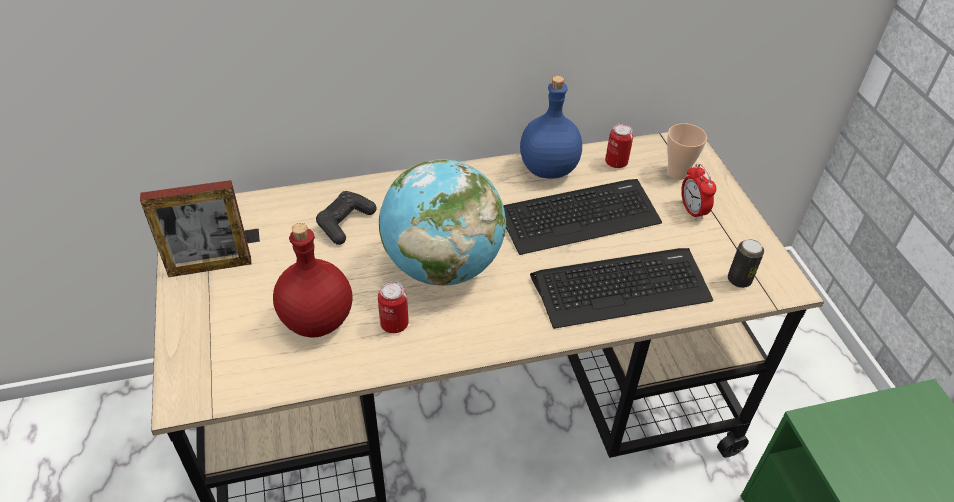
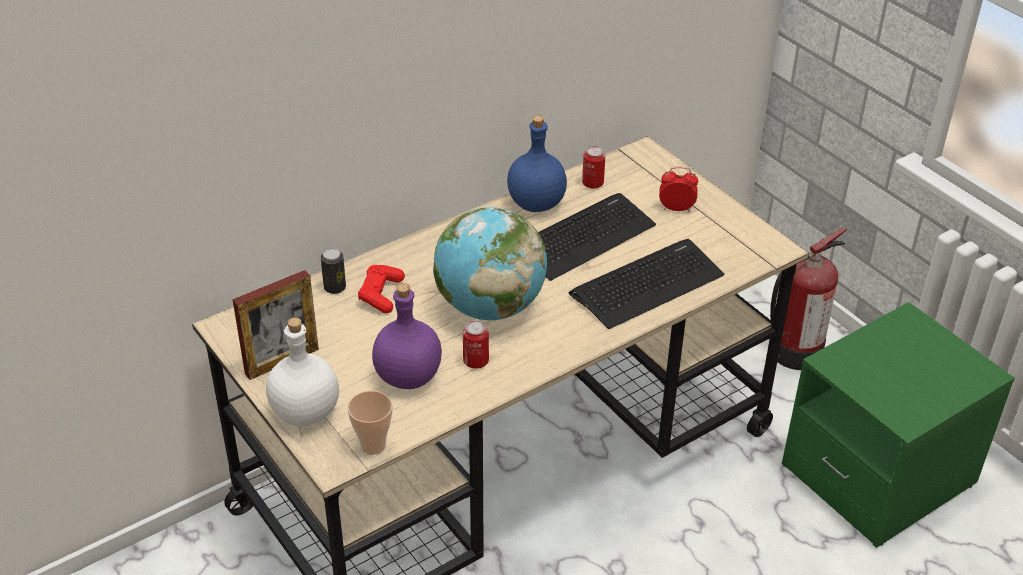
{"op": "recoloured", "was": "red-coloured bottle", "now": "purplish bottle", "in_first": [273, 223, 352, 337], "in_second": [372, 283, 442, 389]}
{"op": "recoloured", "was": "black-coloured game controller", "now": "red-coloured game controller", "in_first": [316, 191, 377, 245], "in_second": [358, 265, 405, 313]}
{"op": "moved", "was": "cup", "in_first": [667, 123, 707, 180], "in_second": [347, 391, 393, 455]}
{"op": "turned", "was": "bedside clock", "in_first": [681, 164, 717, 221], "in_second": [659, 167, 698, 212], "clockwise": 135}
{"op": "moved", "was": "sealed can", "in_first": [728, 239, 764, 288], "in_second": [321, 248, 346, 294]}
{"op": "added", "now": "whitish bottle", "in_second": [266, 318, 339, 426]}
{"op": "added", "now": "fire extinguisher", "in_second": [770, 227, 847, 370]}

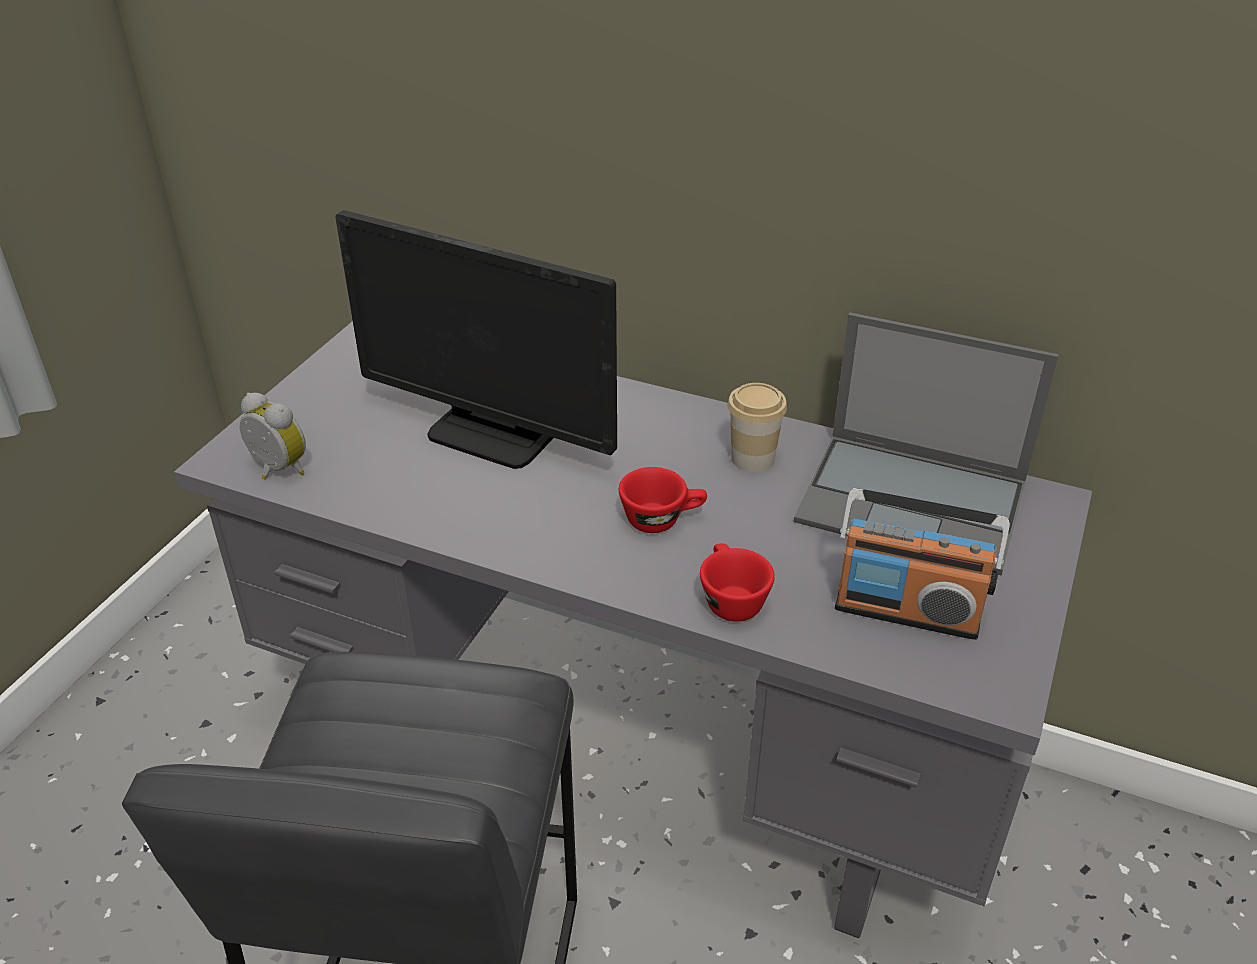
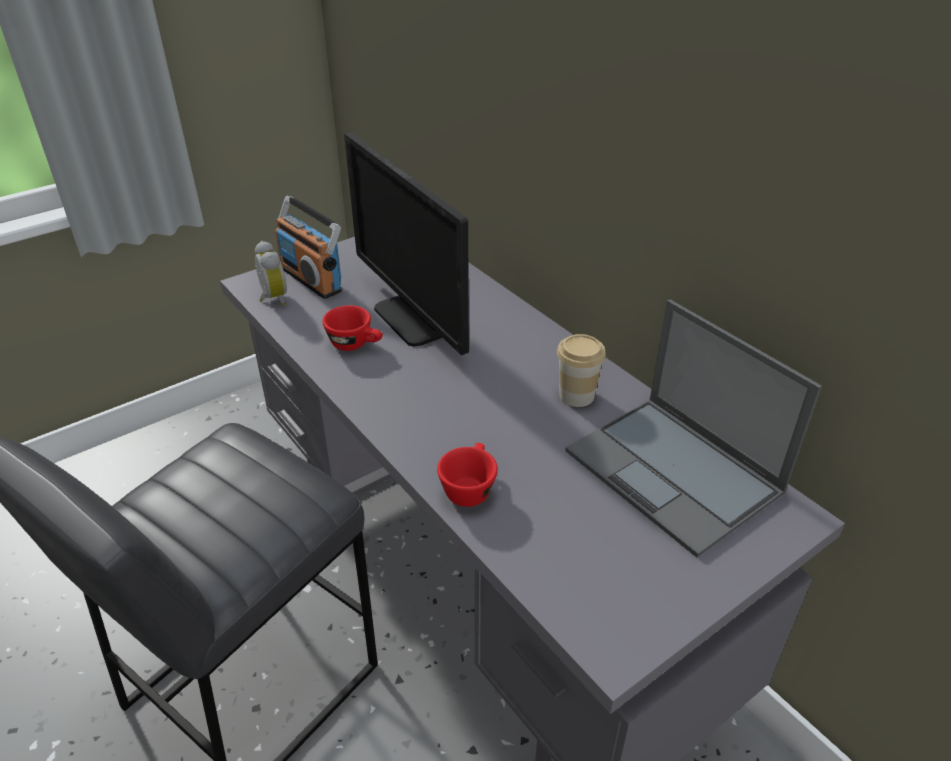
{"op": "moved", "was": "red-coloured cup", "in_first": [619, 467, 707, 533], "in_second": [322, 305, 383, 351]}
{"op": "moved", "was": "radio set", "in_first": [835, 488, 1010, 640], "in_second": [275, 196, 342, 299]}

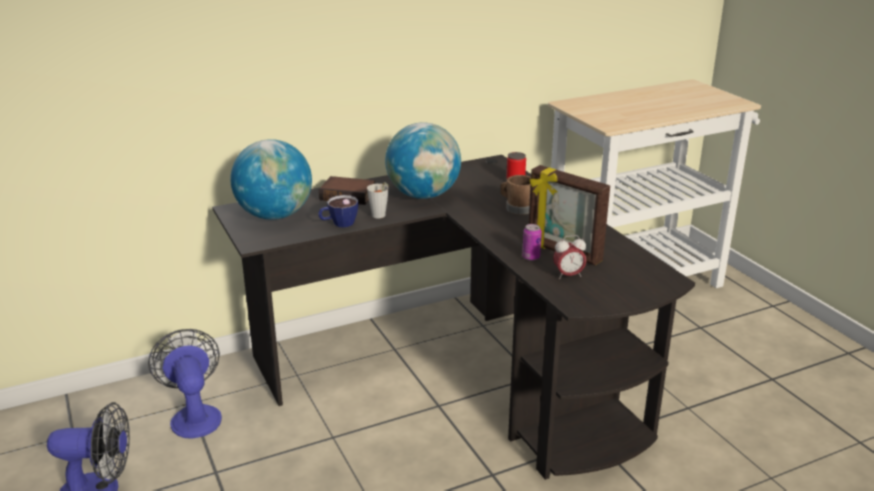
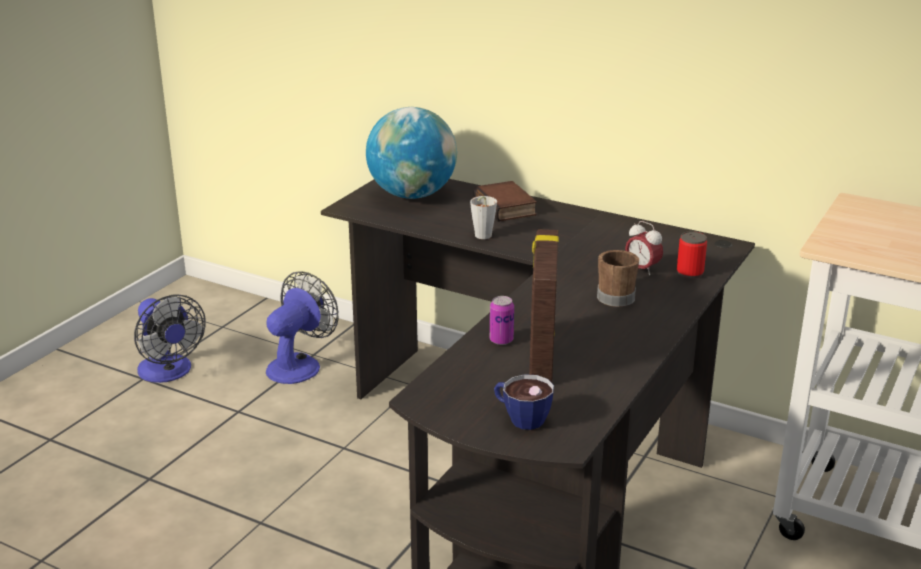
{"op": "moved", "was": "cup", "in_first": [318, 195, 358, 228], "in_second": [494, 374, 554, 430]}
{"op": "removed", "was": "desk globe", "in_first": [385, 122, 461, 199]}
{"op": "moved", "was": "bedside clock", "in_first": [553, 235, 586, 279], "in_second": [625, 221, 663, 276]}

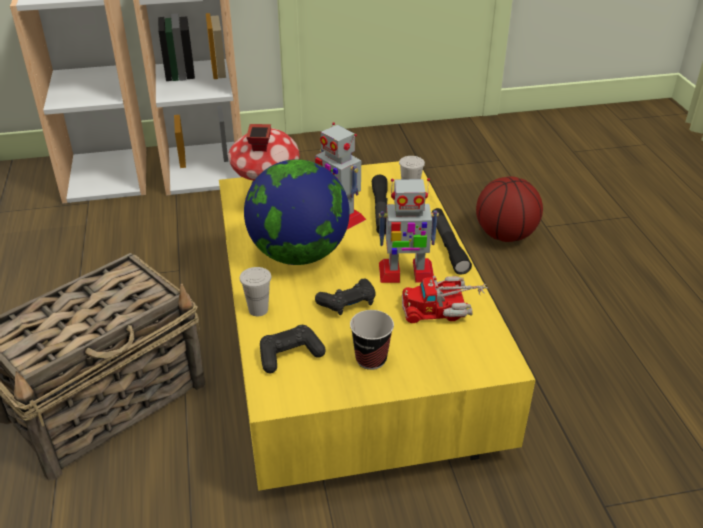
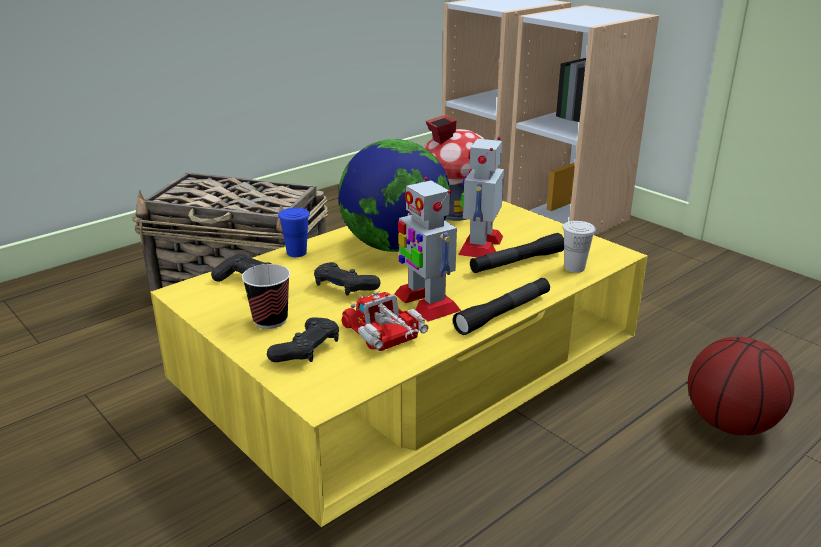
{"op": "recoloured", "was": "whitish cup", "now": "blue-coloured cup", "in_first": [240, 267, 271, 316], "in_second": [278, 208, 310, 257]}
{"op": "added", "now": "black-coloured game controller", "in_second": [267, 317, 339, 362]}

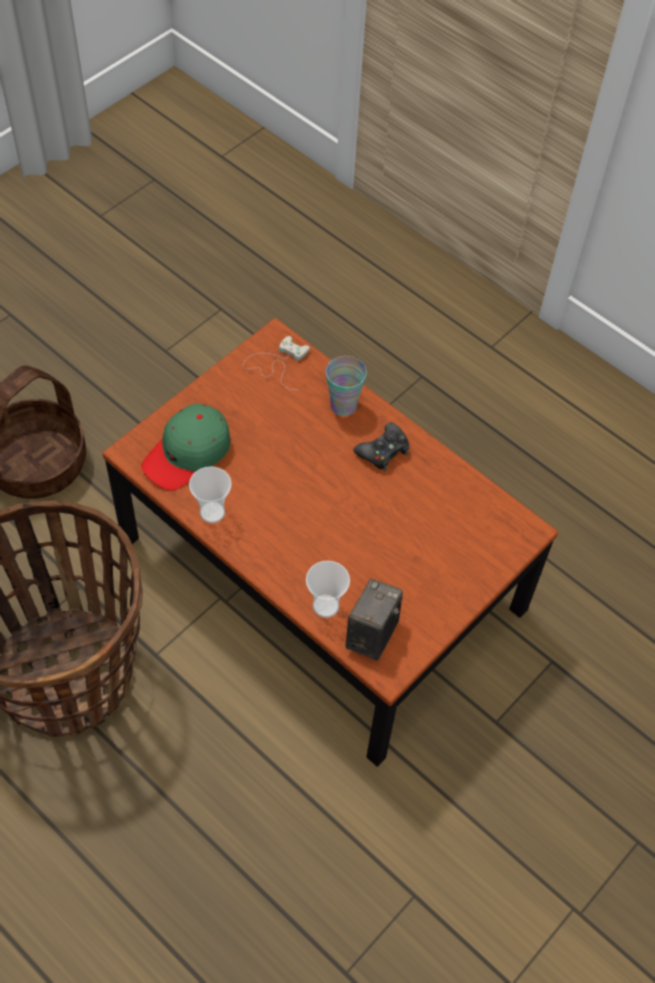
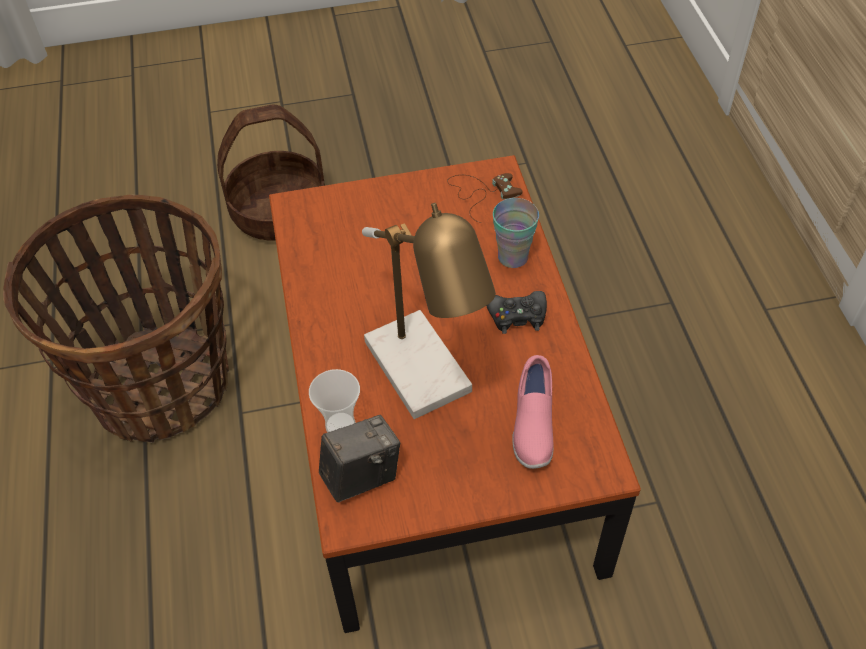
{"op": "removed", "was": "green cap", "in_first": [142, 403, 230, 491]}
{"op": "removed", "was": "cup", "in_first": [189, 466, 232, 523]}
{"op": "recoloured", "was": "whitish game controller", "now": "brown-coloured game controller", "in_first": [243, 336, 310, 390], "in_second": [447, 173, 523, 223]}
{"op": "added", "now": "table lamp", "in_second": [362, 203, 496, 419]}
{"op": "added", "now": "pink-coloured low shoe", "in_second": [512, 355, 554, 469]}

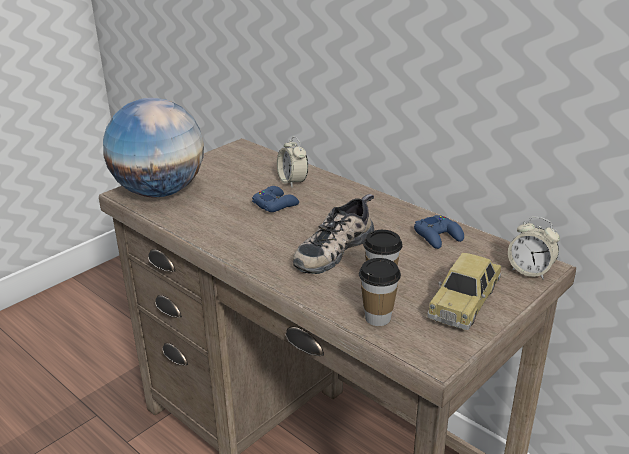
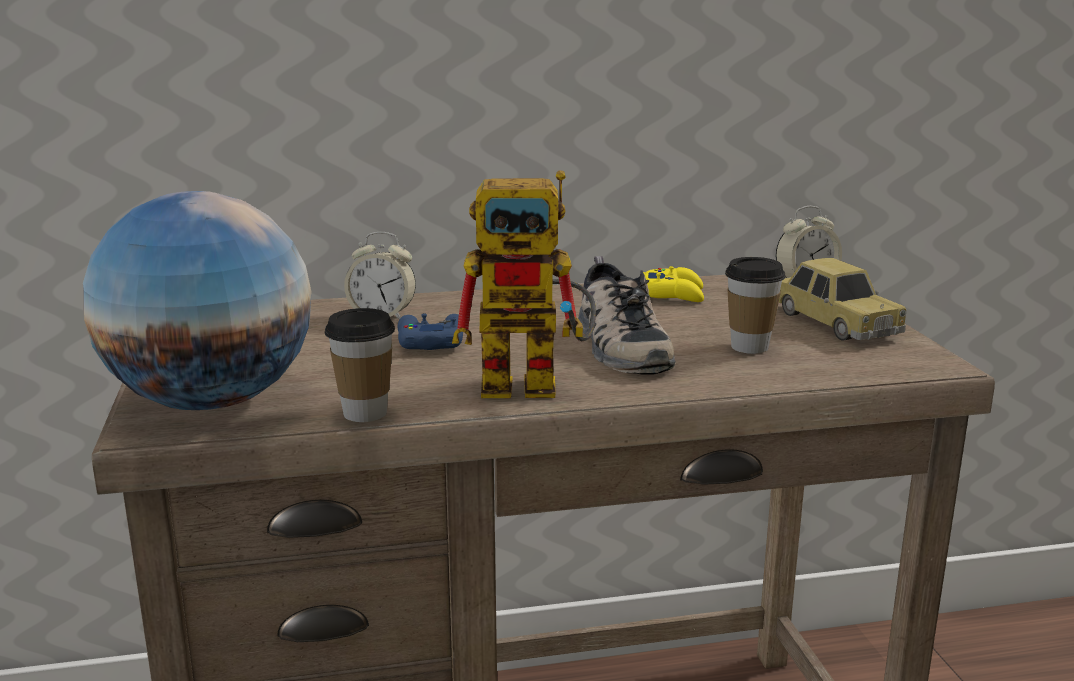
{"op": "moved", "was": "cup", "in_first": [359, 258, 401, 326], "in_second": [325, 308, 395, 422]}
{"op": "recoloured", "was": "blue-coloured game controller", "now": "yellow game controller", "in_first": [414, 215, 464, 249], "in_second": [643, 266, 704, 302]}
{"op": "added", "now": "robot figure", "in_second": [452, 170, 596, 398]}

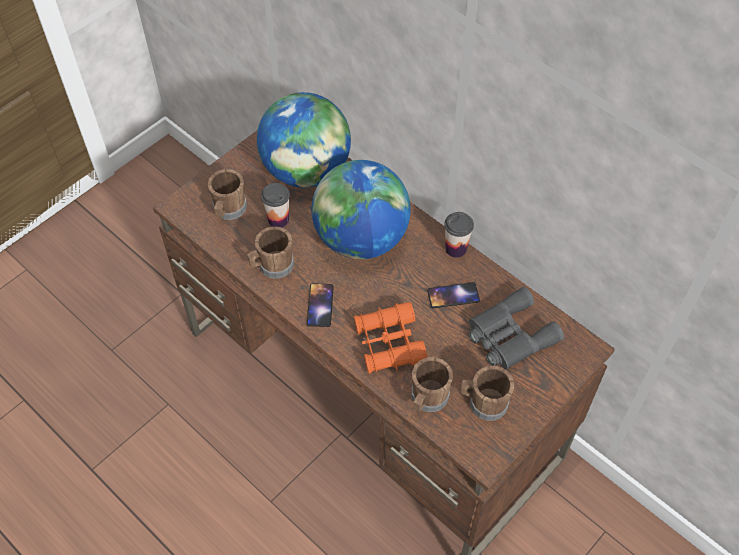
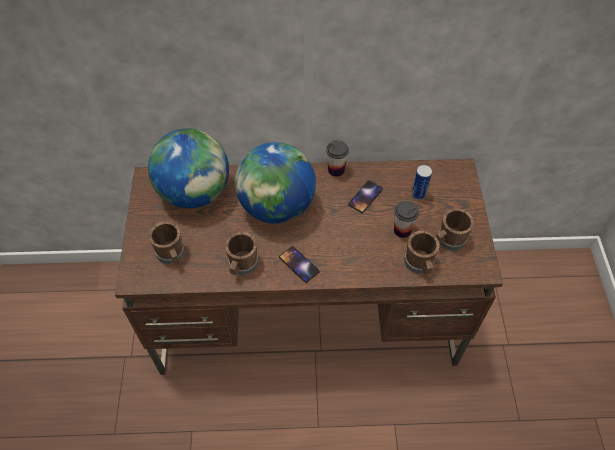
{"op": "moved", "was": "cup", "in_first": [261, 183, 290, 228], "in_second": [394, 201, 419, 238]}
{"op": "removed", "was": "orange-coloured field glasses", "in_first": [354, 302, 427, 374]}
{"op": "replaced", "was": "gray field glasses", "now": "sealed can", "in_first": [468, 287, 564, 369], "in_second": [411, 165, 432, 200]}

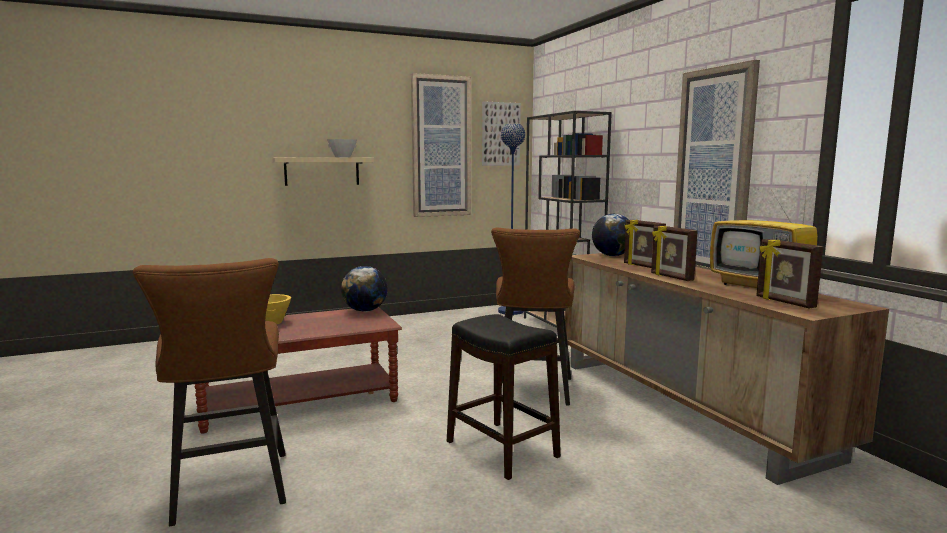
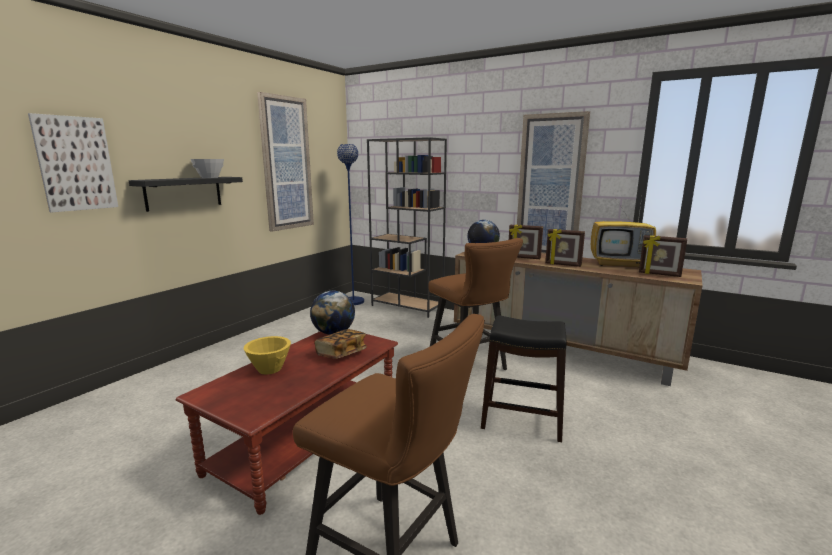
{"op": "recoloured", "was": "beige shelf", "now": "black-coloured shelf", "in_first": [272, 157, 374, 186], "in_second": [129, 177, 243, 212]}
{"op": "moved", "was": "wall picture", "in_first": [482, 101, 521, 166], "in_second": [28, 113, 118, 212]}
{"op": "added", "now": "book", "in_second": [315, 329, 367, 359]}

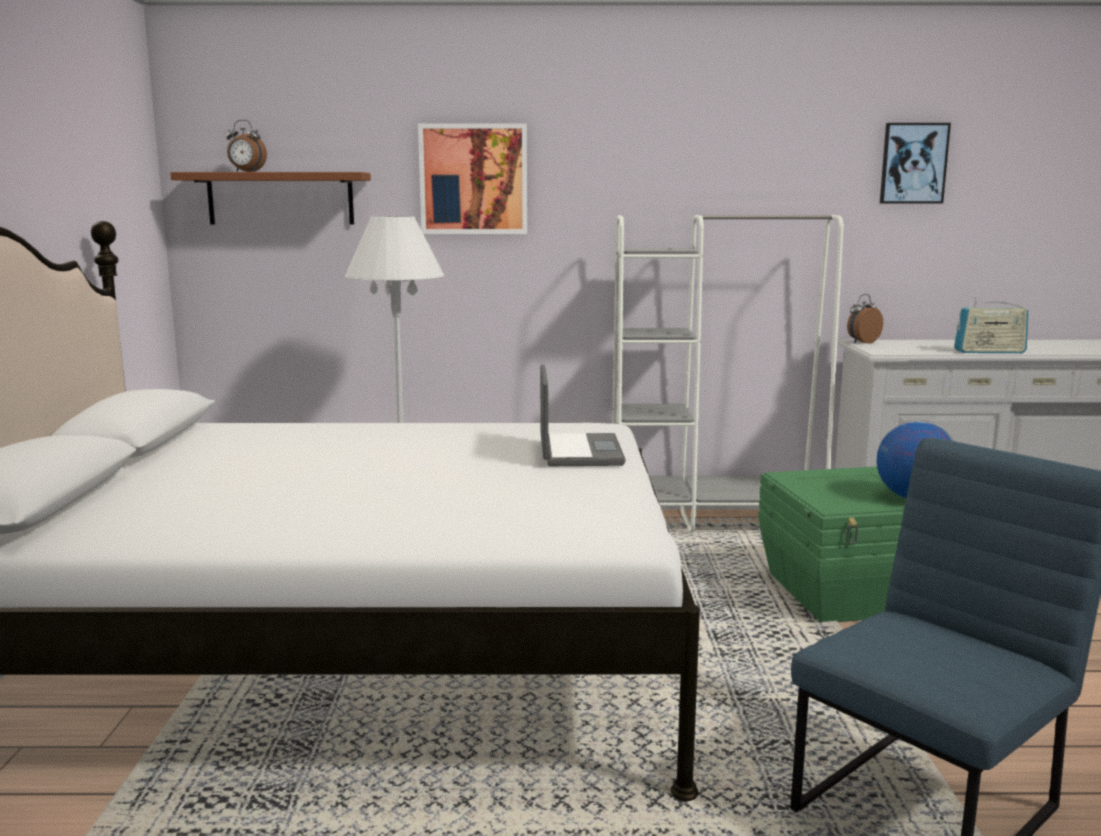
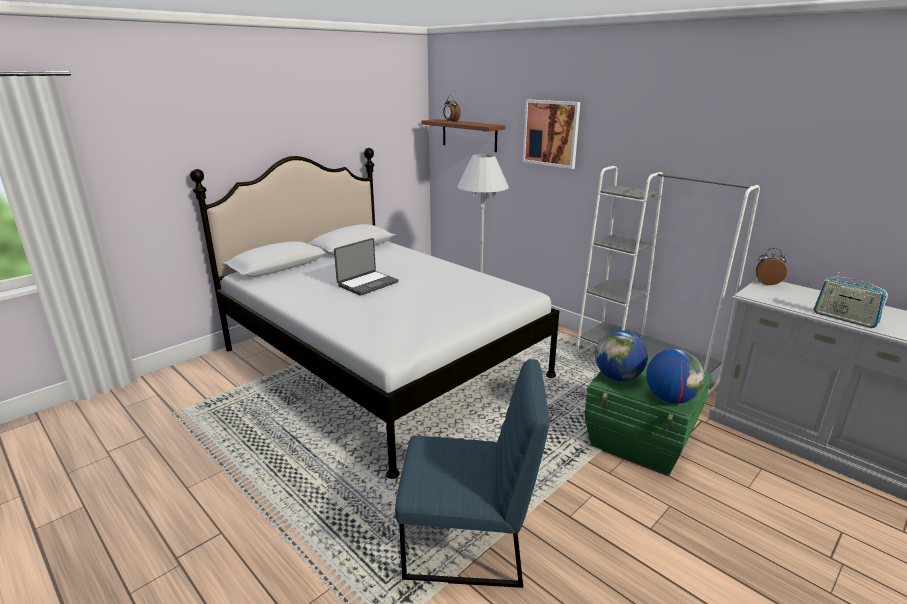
{"op": "moved", "was": "laptop", "in_first": [540, 365, 626, 466], "in_second": [334, 238, 398, 296]}
{"op": "removed", "was": "wall picture", "in_first": [880, 123, 951, 204]}
{"op": "added", "now": "desk globe", "in_second": [595, 330, 648, 381]}

